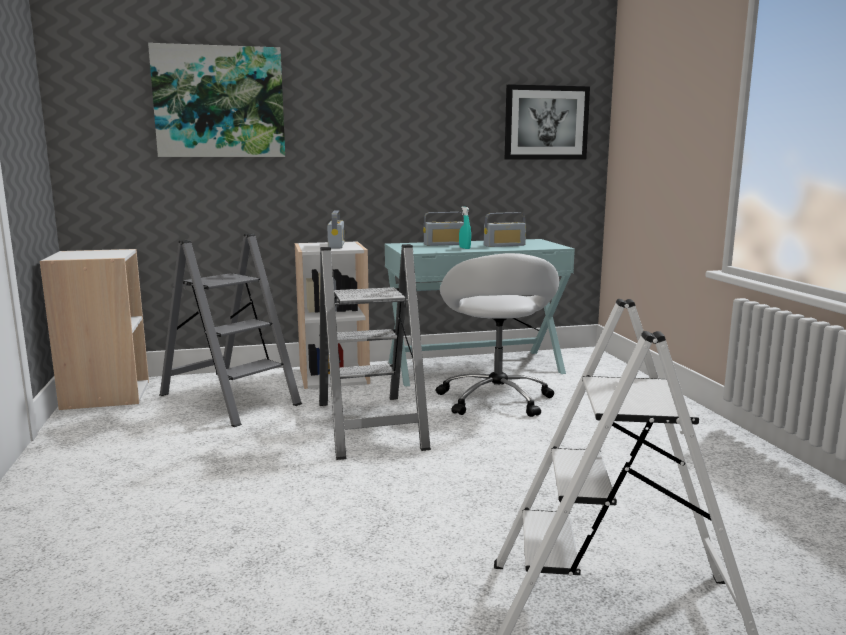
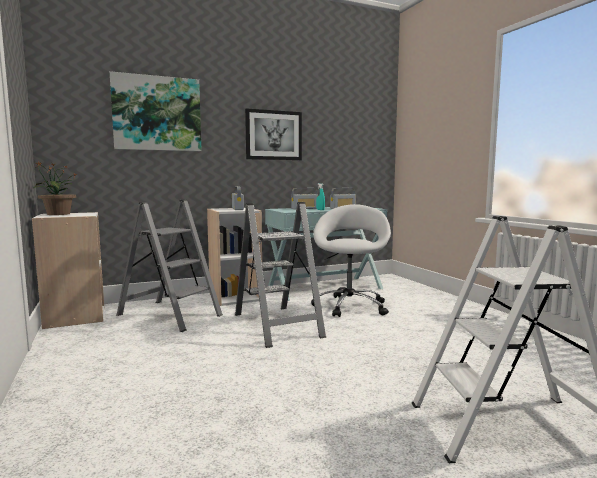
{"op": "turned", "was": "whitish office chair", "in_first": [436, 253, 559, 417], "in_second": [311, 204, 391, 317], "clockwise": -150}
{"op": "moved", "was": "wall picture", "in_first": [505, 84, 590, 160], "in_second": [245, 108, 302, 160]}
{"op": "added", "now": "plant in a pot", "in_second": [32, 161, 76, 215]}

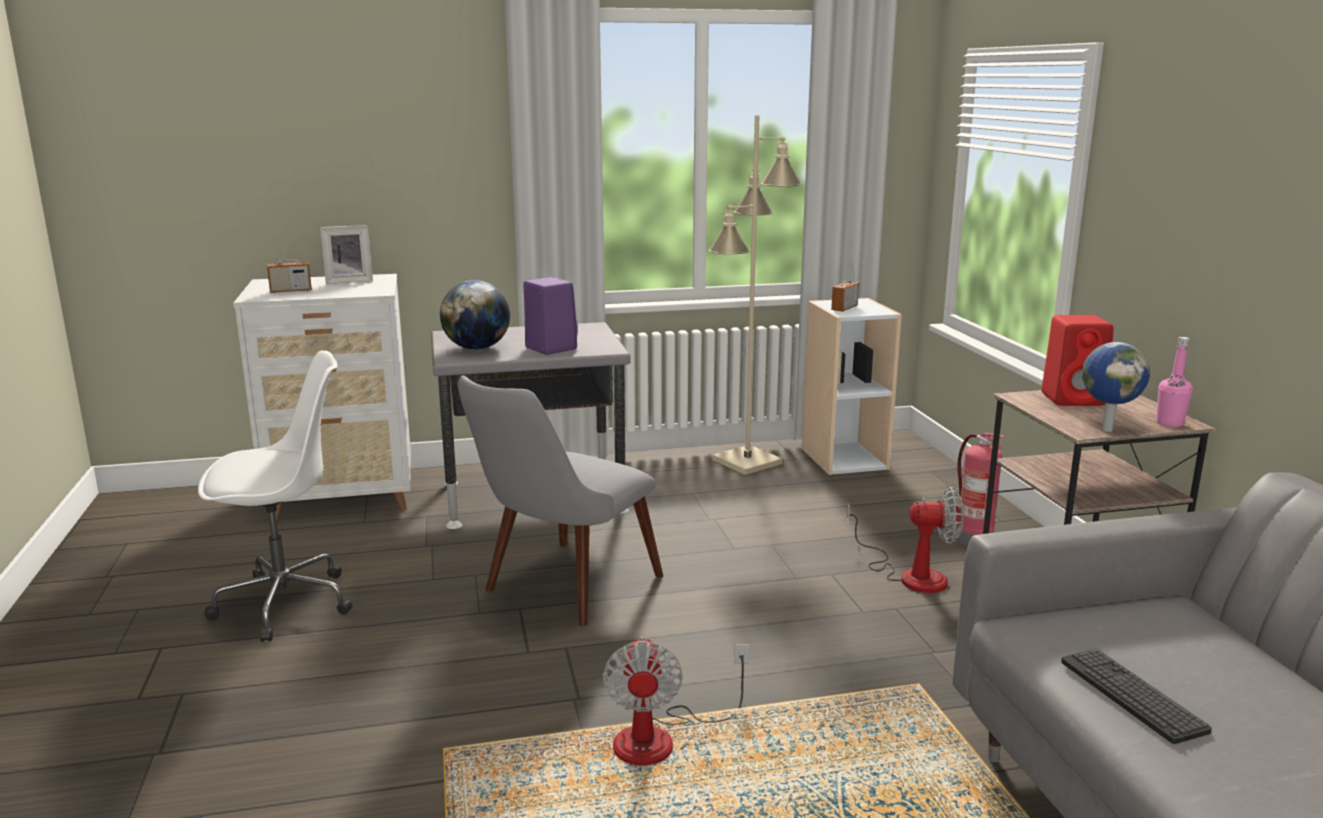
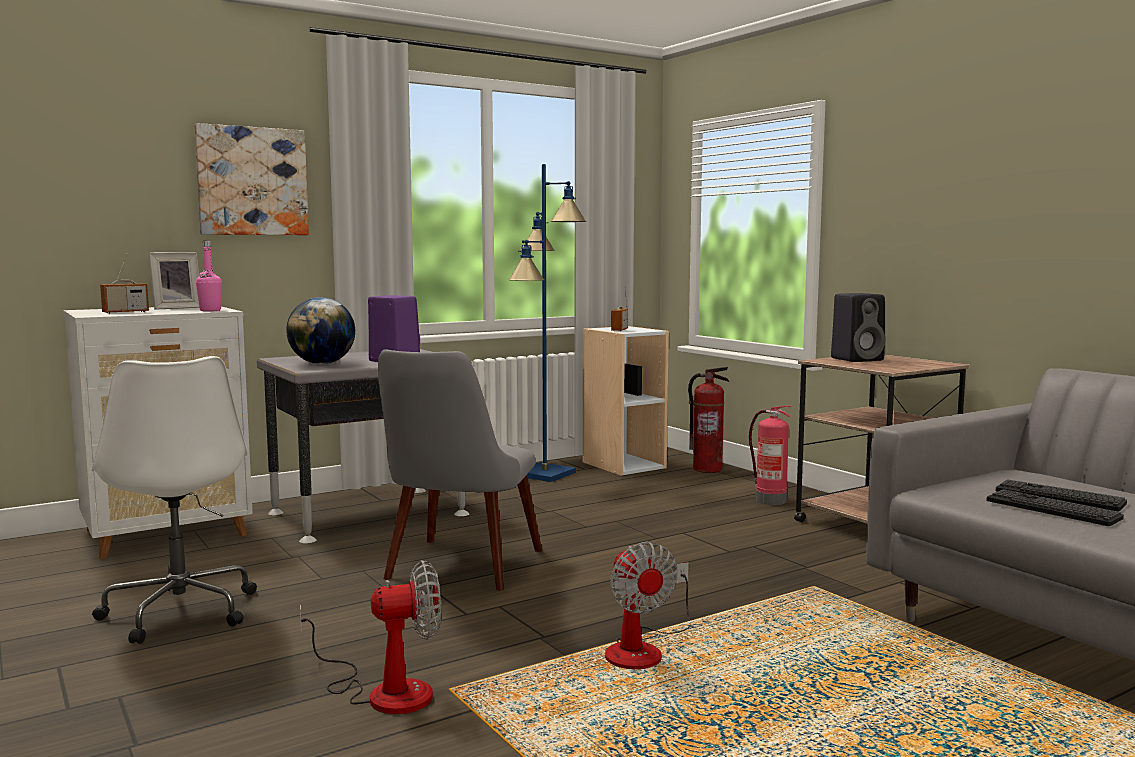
{"op": "turned", "was": "whitish office chair", "in_first": [198, 351, 353, 642], "in_second": [91, 356, 257, 644], "clockwise": 105}
{"op": "recoloured", "was": "beige floor lamp", "now": "blue-coloured floor lamp", "in_first": [708, 115, 803, 475], "in_second": [509, 164, 587, 482]}
{"op": "moved", "was": "fan", "in_first": [847, 486, 963, 593], "in_second": [300, 560, 441, 714]}
{"op": "recoloured", "was": "red-coloured audio speaker", "now": "black-coloured audio speaker", "in_first": [1042, 315, 1114, 406], "in_second": [831, 293, 885, 362]}
{"op": "removed", "was": "desk globe", "in_first": [1082, 342, 1150, 432]}
{"op": "moved", "was": "pink-coloured bottle", "in_first": [1156, 337, 1193, 427], "in_second": [196, 241, 222, 311]}
{"op": "added", "now": "wall picture", "in_second": [194, 123, 309, 235]}
{"op": "added", "now": "fire extinguisher", "in_second": [688, 367, 729, 473]}
{"op": "added", "now": "PC keyboard", "in_second": [996, 479, 1127, 511]}

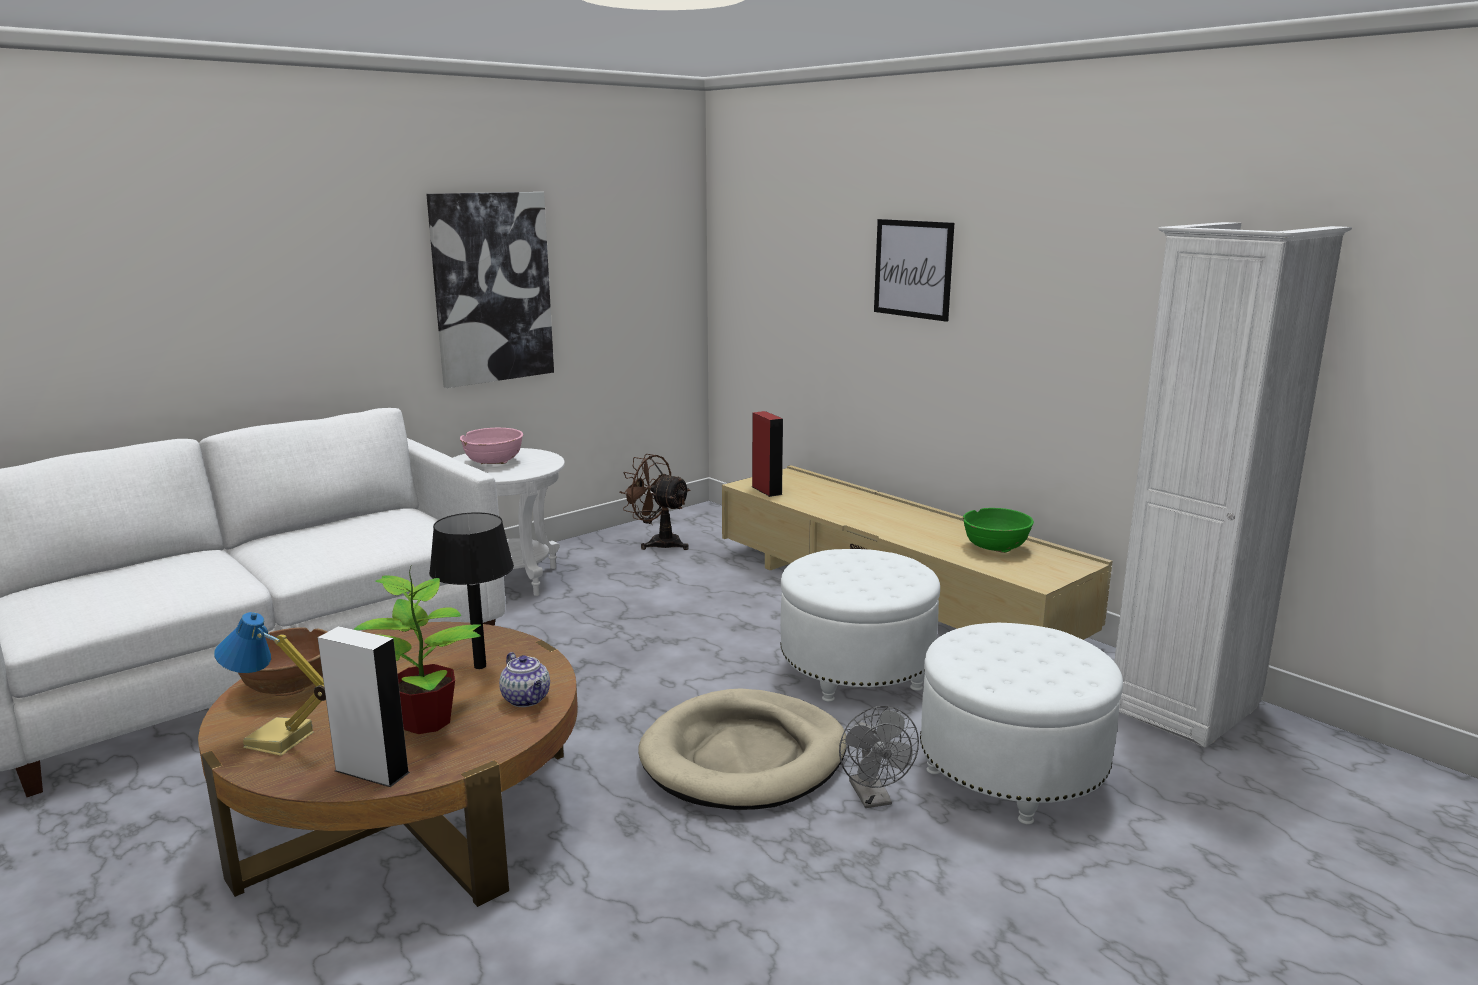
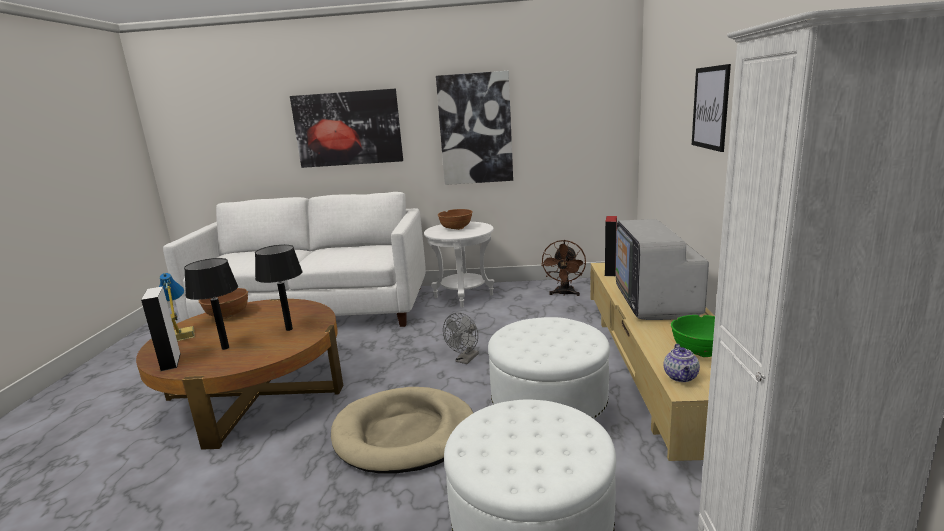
{"op": "replaced", "was": "plant in a pot", "now": "black-coloured table lamp", "in_first": [353, 566, 481, 734], "in_second": [184, 258, 238, 350]}
{"op": "recoloured", "was": "pink-coloured serving bowl", "now": "brown-coloured serving bowl", "in_first": [460, 428, 523, 464], "in_second": [438, 209, 473, 230]}
{"op": "moved", "was": "teapot", "in_first": [499, 652, 550, 707], "in_second": [664, 344, 700, 382]}
{"op": "turned", "was": "brown-coloured fan", "in_first": [619, 454, 691, 550], "in_second": [541, 240, 586, 296], "clockwise": -150}
{"op": "moved", "was": "gray fan", "in_first": [839, 706, 919, 808], "in_second": [443, 313, 479, 364]}
{"op": "added", "now": "wall picture", "in_second": [290, 89, 403, 168]}
{"op": "added", "now": "TV", "in_second": [616, 219, 709, 320]}

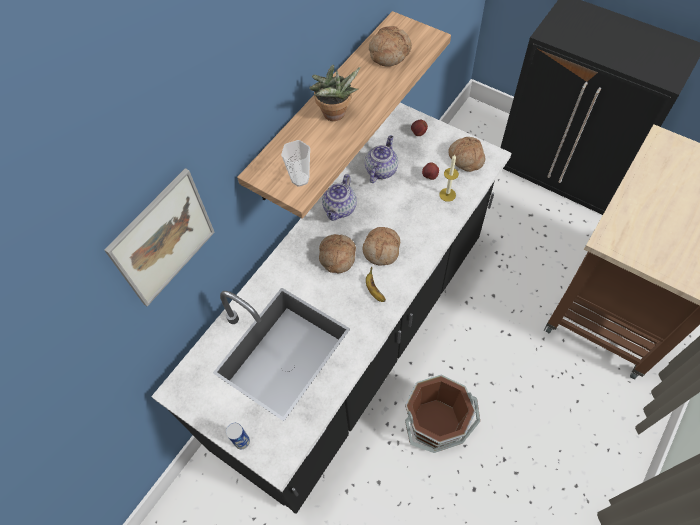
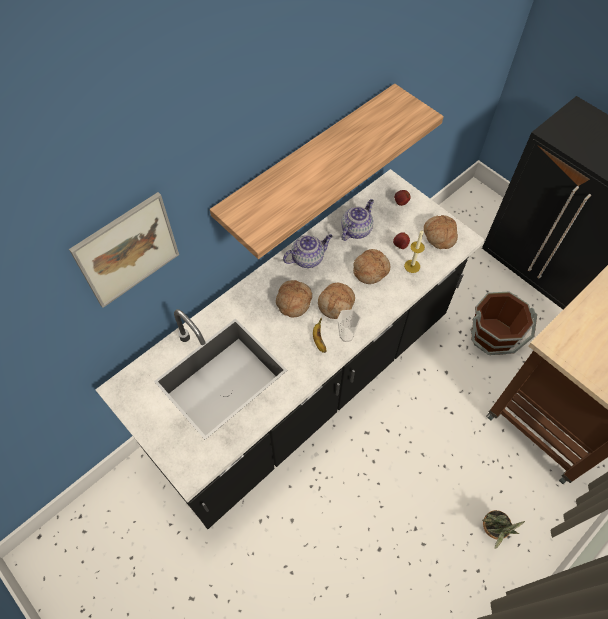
{"op": "removed", "was": "sealed can", "in_first": [226, 423, 250, 449]}
{"op": "moved", "was": "cup", "in_first": [281, 140, 310, 187], "in_second": [337, 309, 361, 342]}
{"op": "moved", "was": "plant in a pot", "in_first": [309, 65, 360, 121], "in_second": [482, 510, 525, 549]}
{"op": "turned", "was": "teapot", "in_first": [322, 174, 357, 221], "in_second": [283, 234, 332, 268], "clockwise": -150}
{"op": "moved", "was": "bakery bread", "in_first": [369, 26, 412, 67], "in_second": [353, 249, 390, 284]}
{"op": "moved", "was": "brown-coloured water bucket", "in_first": [405, 375, 480, 453], "in_second": [471, 292, 537, 355]}

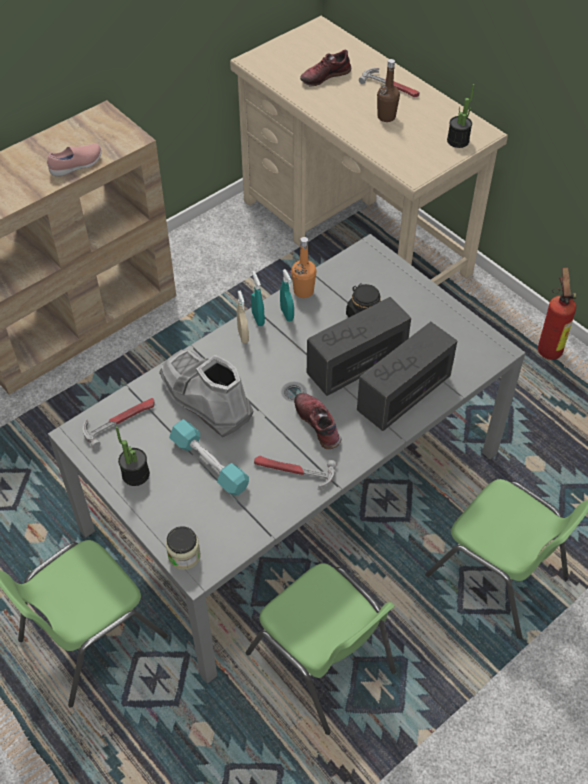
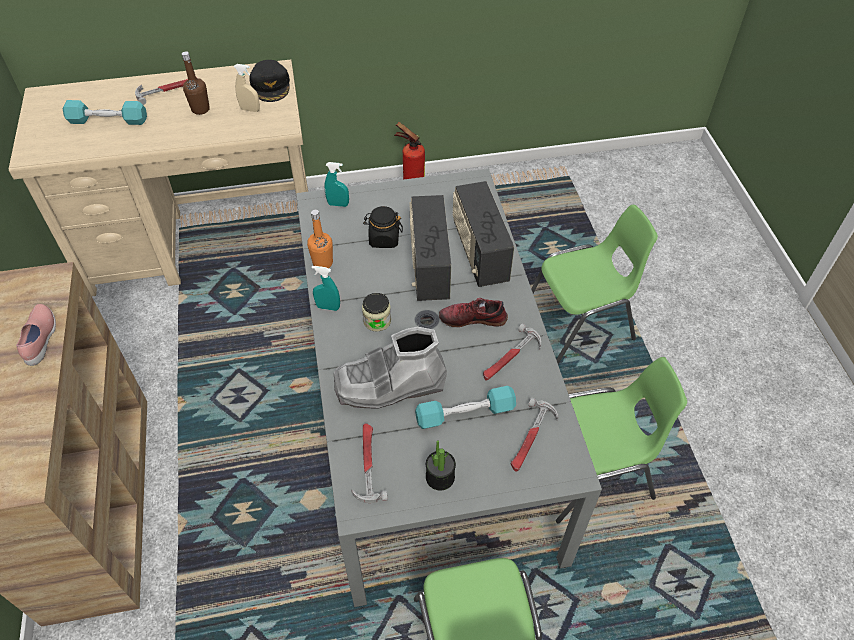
{"op": "moved", "was": "storage jar", "in_first": [166, 526, 201, 570], "in_second": [362, 293, 391, 331]}
{"op": "moved", "was": "beige sprayer", "in_first": [237, 291, 249, 343], "in_second": [234, 64, 260, 112]}
{"op": "moved", "was": "blue-green sprayer", "in_first": [280, 269, 294, 322], "in_second": [324, 162, 349, 207]}
{"op": "replaced", "was": "low shoe", "now": "blue-green dumbbell", "in_first": [300, 49, 351, 87], "in_second": [63, 100, 147, 125]}
{"op": "replaced", "was": "plant in a pot", "now": "black-coloured cap", "in_first": [447, 84, 474, 148], "in_second": [249, 60, 290, 102]}
{"op": "added", "now": "tool hammer", "in_second": [511, 397, 558, 472]}

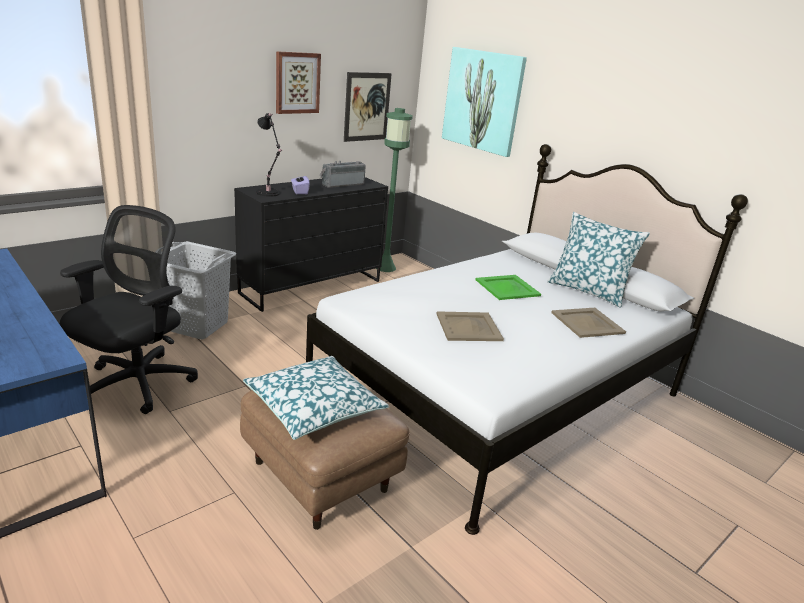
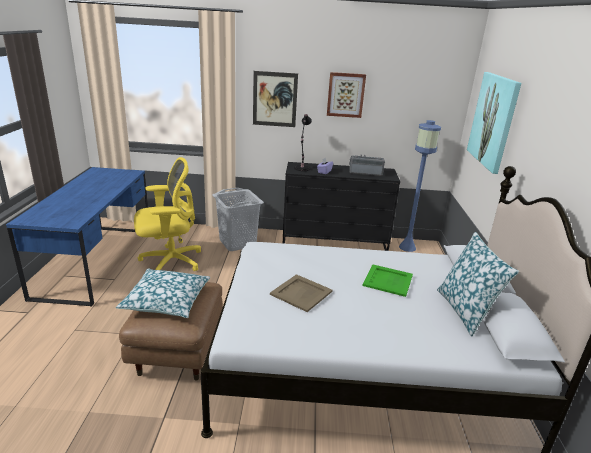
{"op": "recoloured", "was": "black-coloured office chair", "now": "yellow office chair", "in_first": [60, 205, 198, 414], "in_second": [134, 157, 201, 271]}
{"op": "moved", "was": "wall picture", "in_first": [344, 72, 392, 142], "in_second": [253, 71, 298, 127]}
{"op": "recoloured", "was": "green floor lamp", "now": "blue-coloured floor lamp", "in_first": [376, 108, 413, 272], "in_second": [399, 120, 441, 252]}
{"op": "removed", "was": "beige tray", "in_first": [551, 308, 626, 338]}

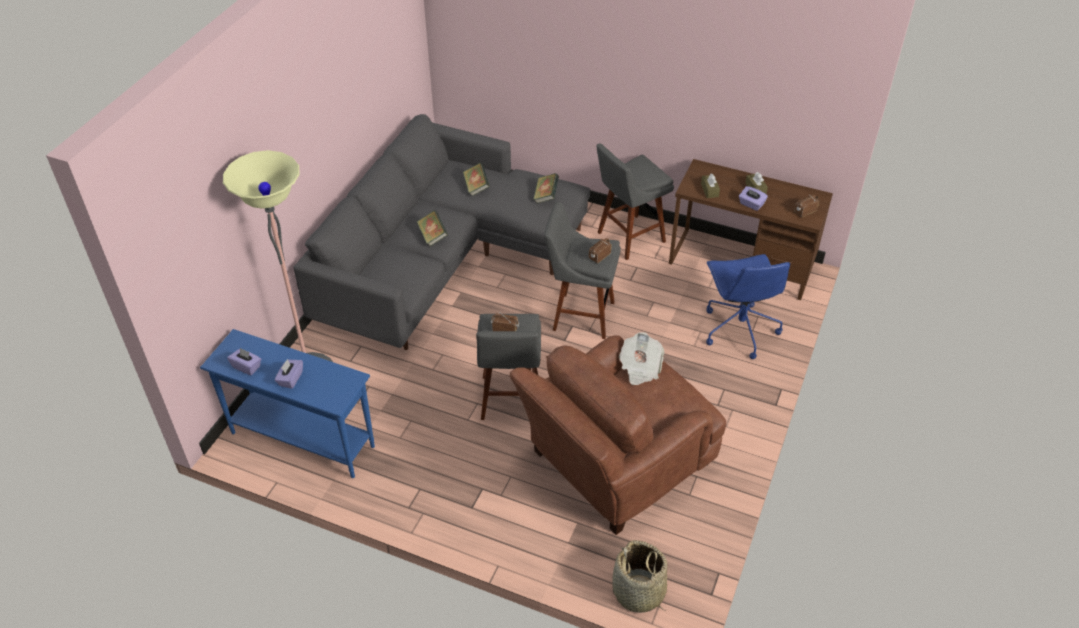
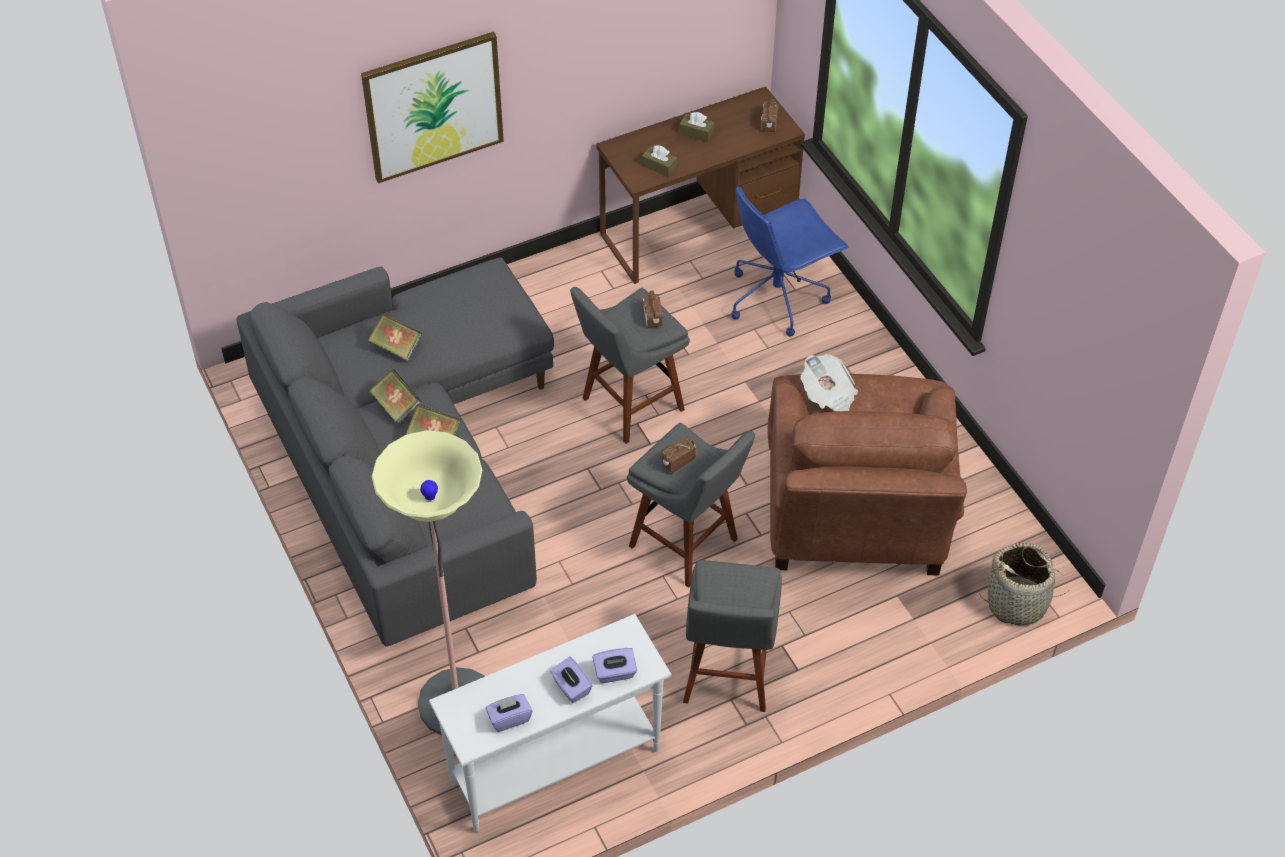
{"op": "recoloured", "was": "blue-coloured narrow table", "now": "whitish narrow table", "in_first": [200, 329, 375, 478], "in_second": [429, 614, 672, 832]}
{"op": "moved", "was": "book", "in_first": [533, 173, 559, 204], "in_second": [370, 369, 422, 424]}
{"op": "moved", "was": "gray sitting stool", "in_first": [596, 143, 674, 260], "in_second": [683, 560, 782, 712]}
{"op": "turned", "was": "blue-coloured office chair", "in_first": [706, 254, 790, 359], "in_second": [731, 185, 848, 336], "clockwise": 120}
{"op": "moved", "was": "purplish tissue holder", "in_first": [739, 186, 768, 211], "in_second": [593, 648, 637, 683]}
{"op": "added", "now": "wall picture", "in_second": [361, 32, 504, 183]}

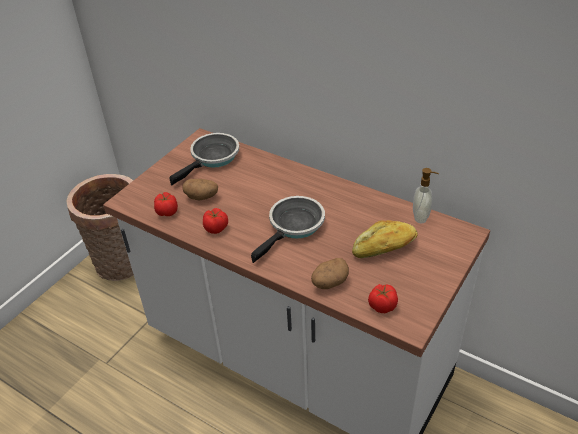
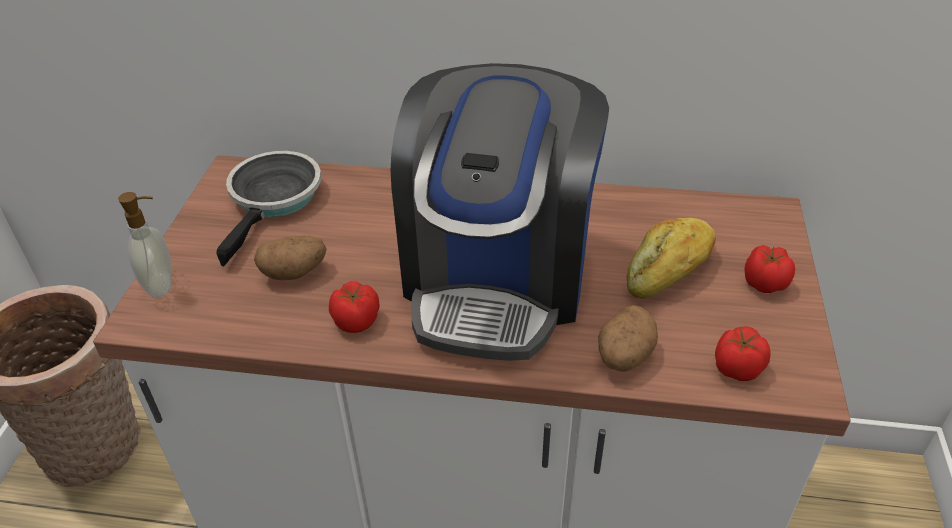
{"op": "moved", "was": "fresh tomato", "in_first": [154, 192, 178, 216], "in_second": [744, 245, 795, 293]}
{"op": "replaced", "was": "pan", "now": "coffee machine", "in_first": [251, 196, 325, 263], "in_second": [391, 63, 609, 361]}
{"op": "moved", "was": "soap dispenser", "in_first": [413, 168, 439, 223], "in_second": [118, 192, 172, 298]}

